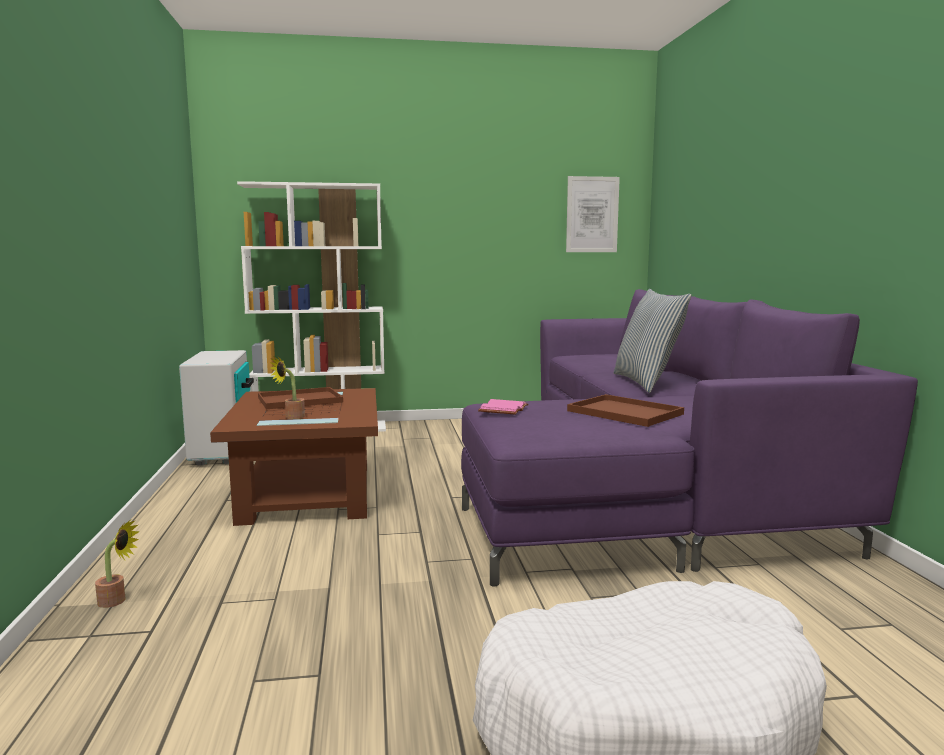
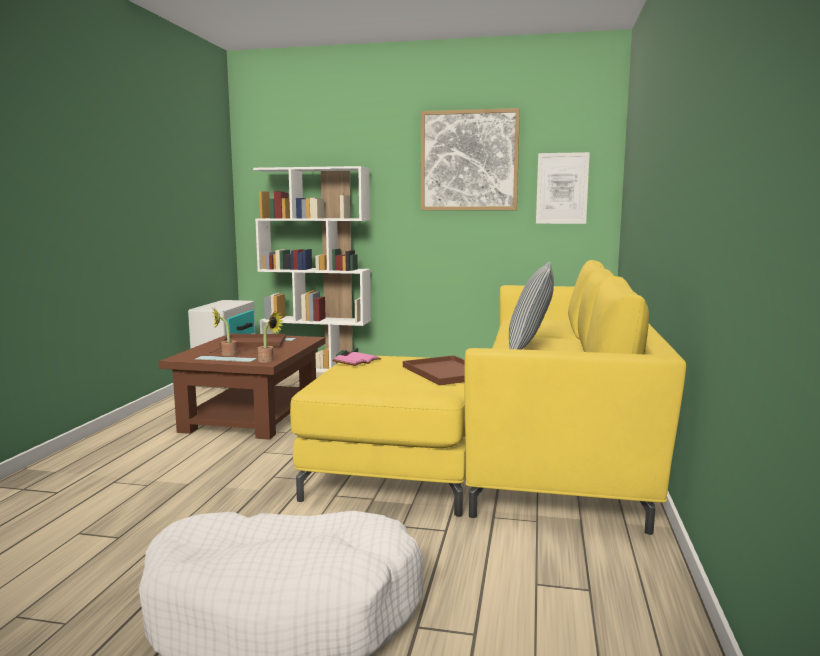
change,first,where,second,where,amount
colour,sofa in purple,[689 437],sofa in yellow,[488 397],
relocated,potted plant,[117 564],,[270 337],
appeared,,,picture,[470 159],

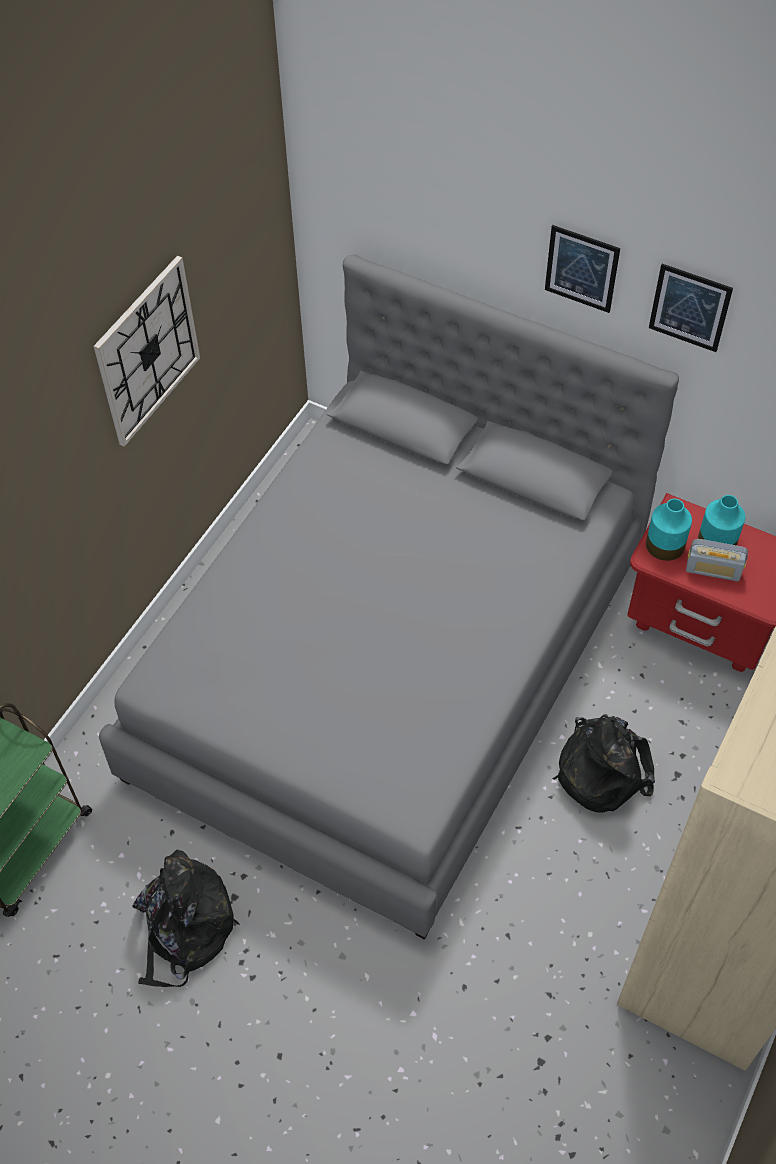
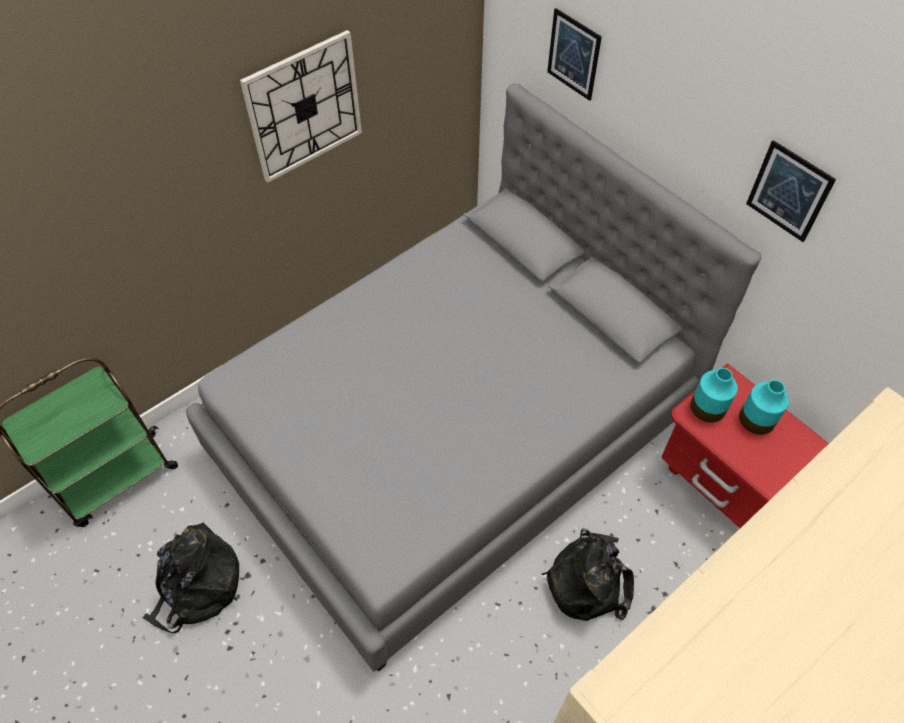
change,first,where,second,where,amount
relocated,picture,[582 269],,[574 54],
missing,radio,[717 560],,,

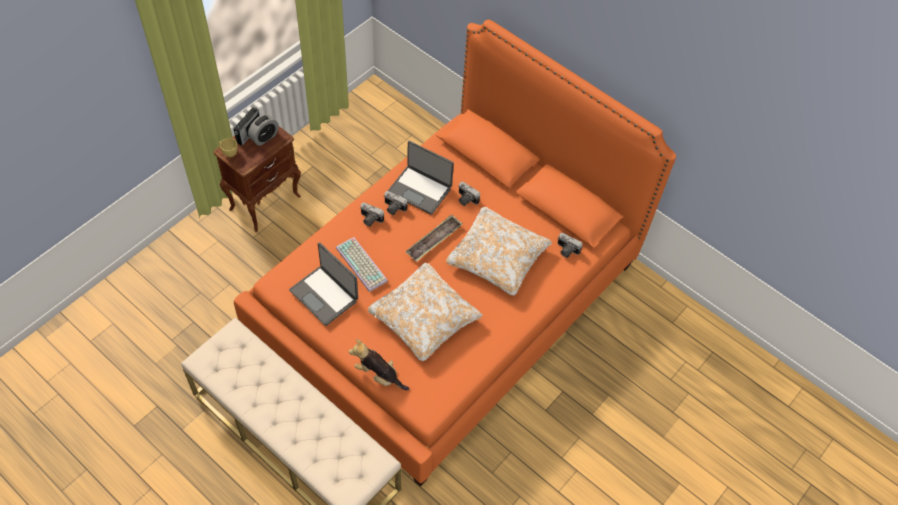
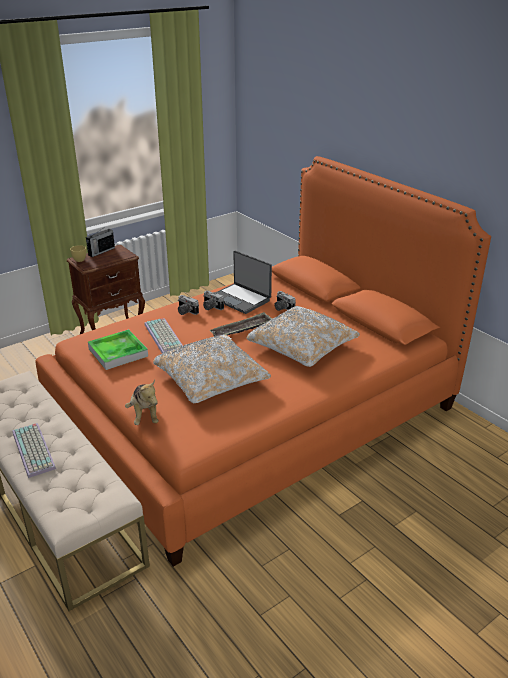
change,first,where,second,where,amount
missing,alarm clock,[263 130],,,
missing,photo camera,[570 245],,,
exchanged,laptop,[323 284],tray,[118 349],
spun,plush toy,[379 364],,[142 402],150 degrees counterclockwise
appeared,,,keyboard,[34 450],

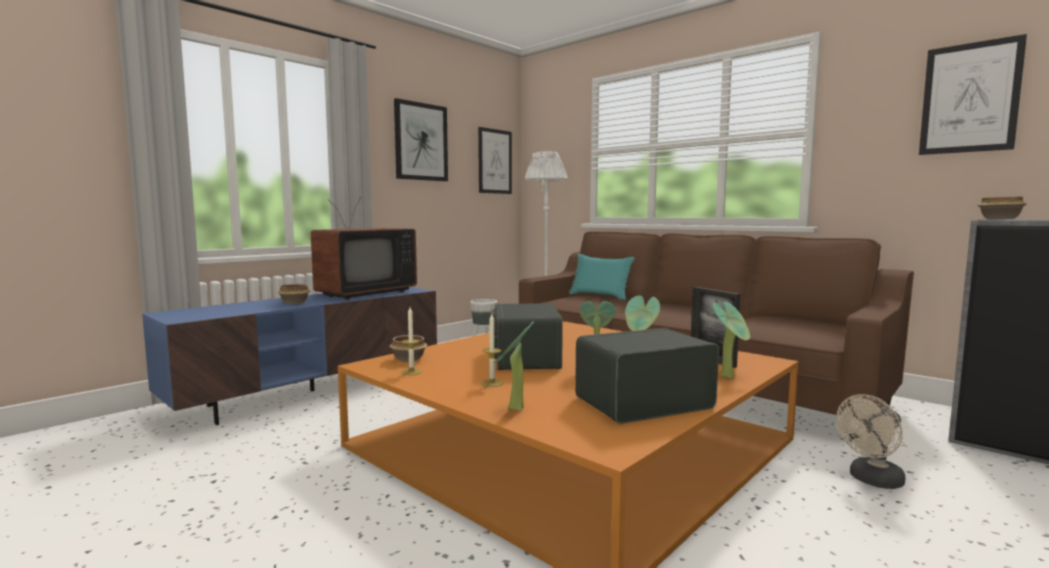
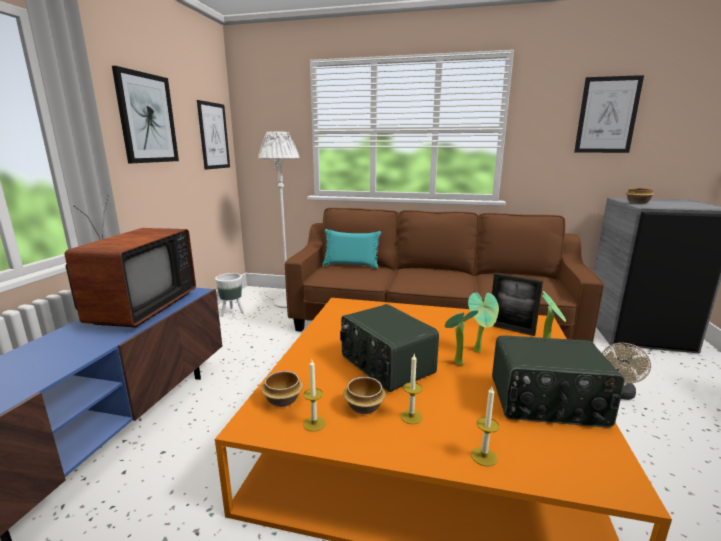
change,first,where,second,where,amount
relocated,bowl,[293 294],,[365 395],
exchanged,potted plant,[514 366],candle,[485 426],
spun,radio,[647 376],,[558 381],120 degrees counterclockwise

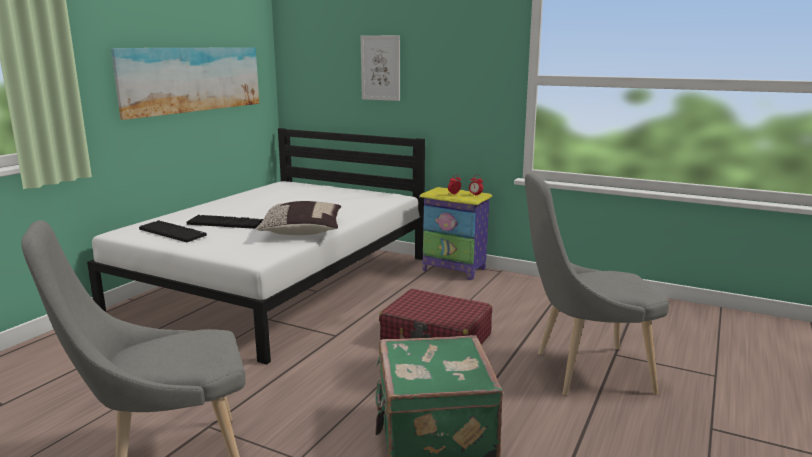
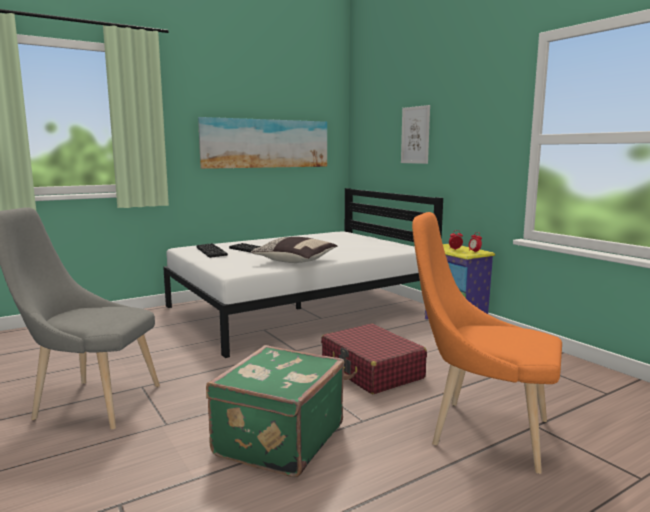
change,first,where,second,where,amount
colour,chair in grey,[597 284],chair in orange,[487 343],

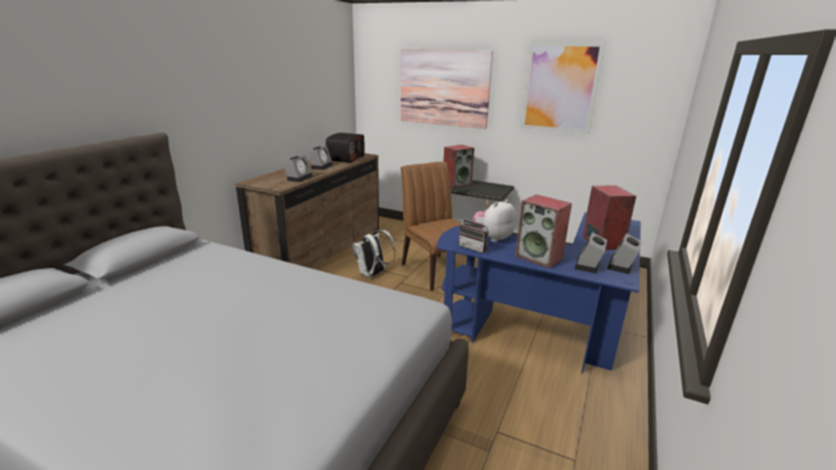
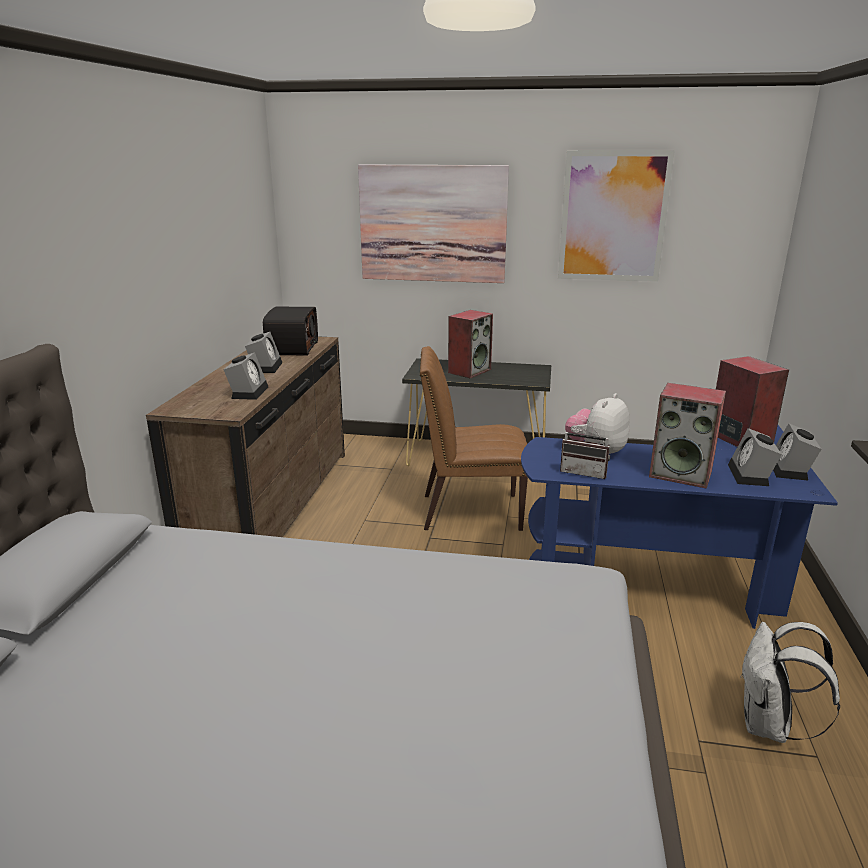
change,first,where,second,where,amount
spun,chair in brown,[438 226],,[474 438],45 degrees counterclockwise
relocated,backpack in white,[373 254],,[790 682],

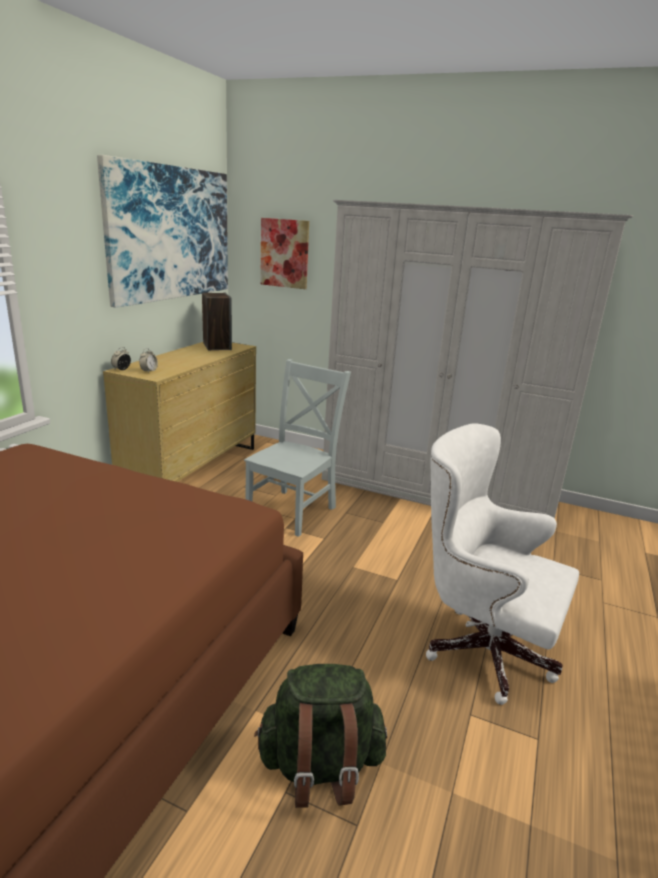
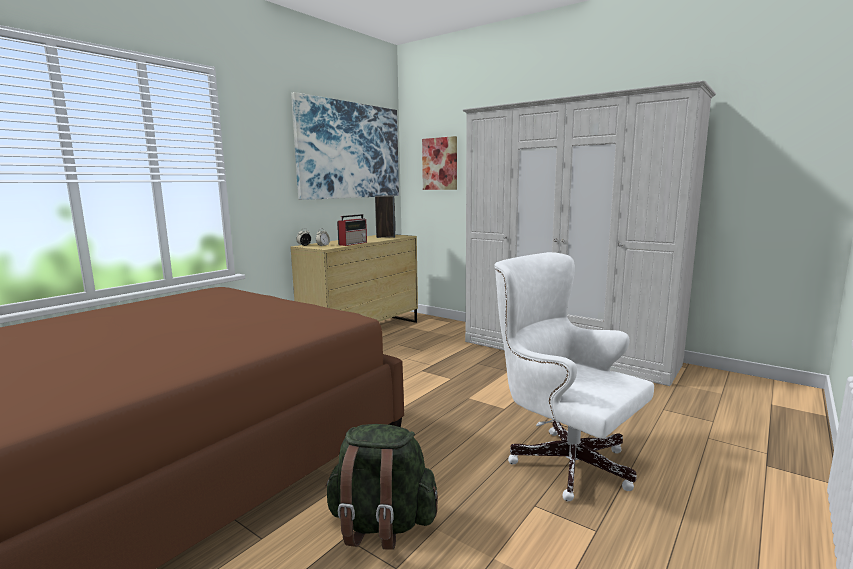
change,first,where,second,where,amount
missing,chair in grey,[297 448],,,
appeared,,,radio,[352 230],

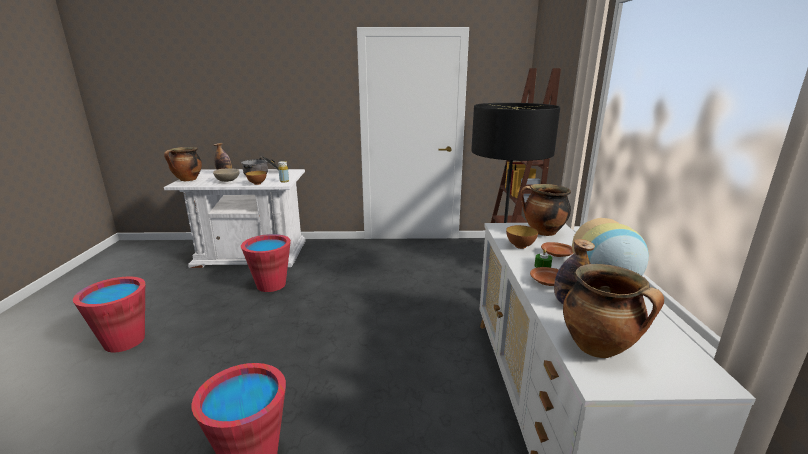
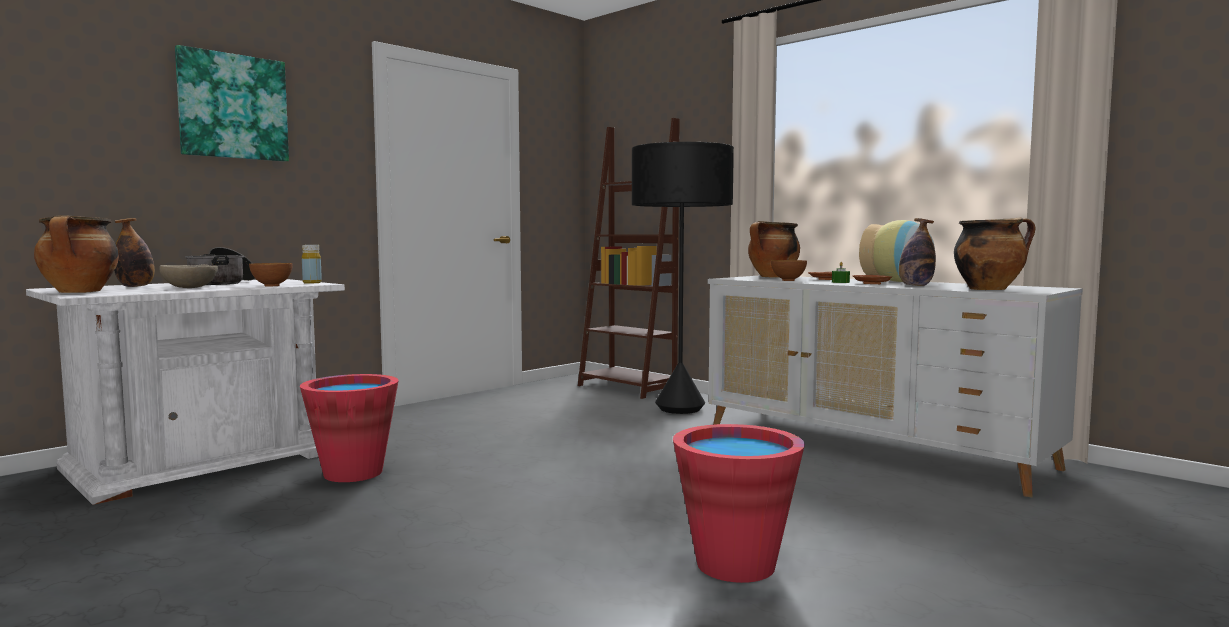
change,first,where,second,where,amount
missing,bucket in red,[109 314],,,
appeared,,,picture,[232 103],

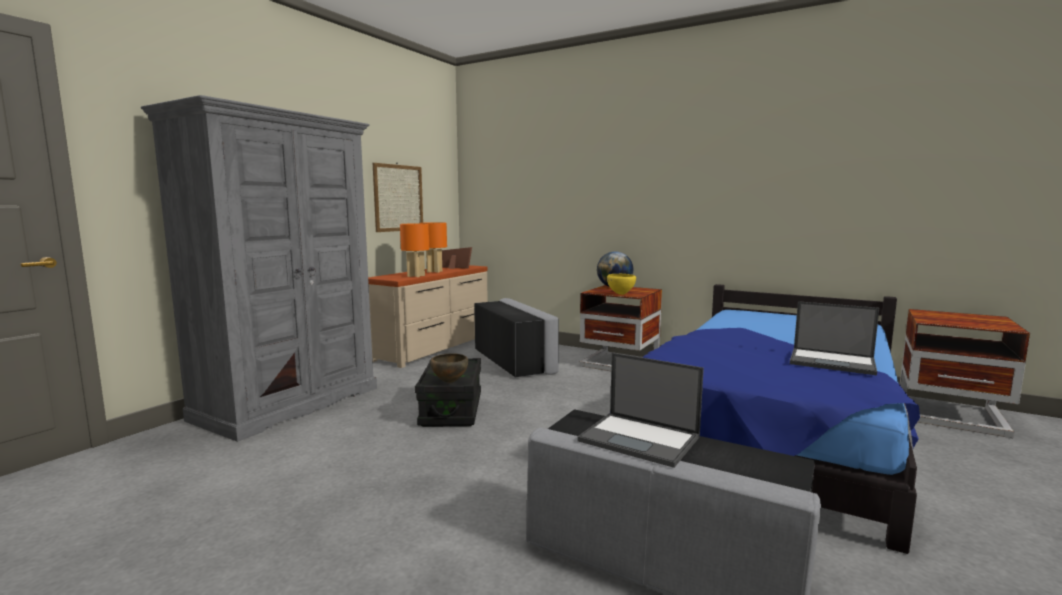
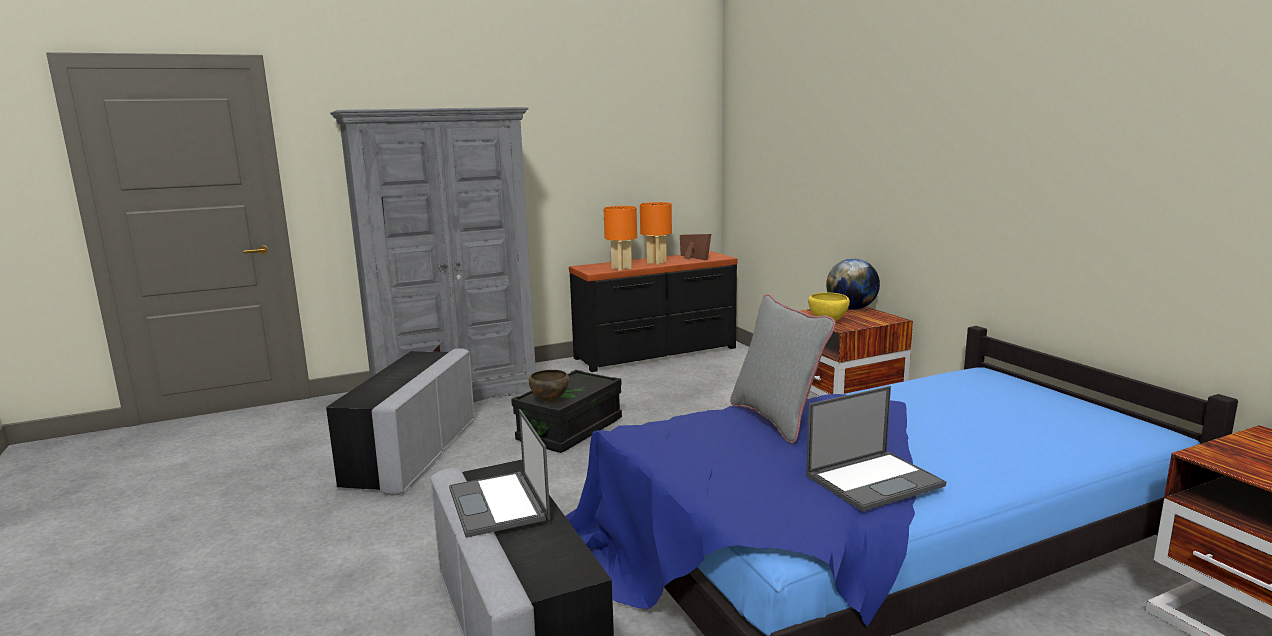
change,first,where,second,where,amount
missing,picture,[398 197],,,
colour,dresser in beige,[428 316],dresser in black,[653 311],
relocated,ottoman in grey,[516 337],,[400 421],
spun,laptop,[834 338],,[876 449],90 degrees counterclockwise
appeared,,,pillow in grey,[783 369],

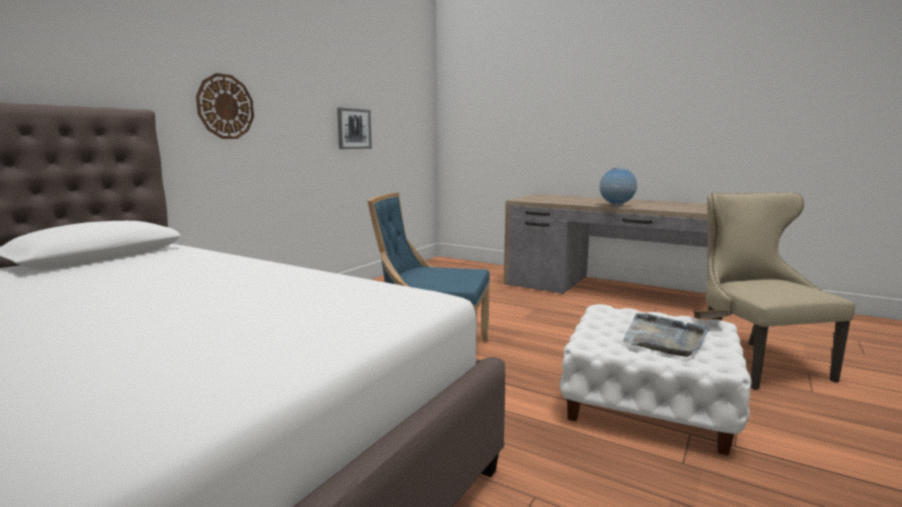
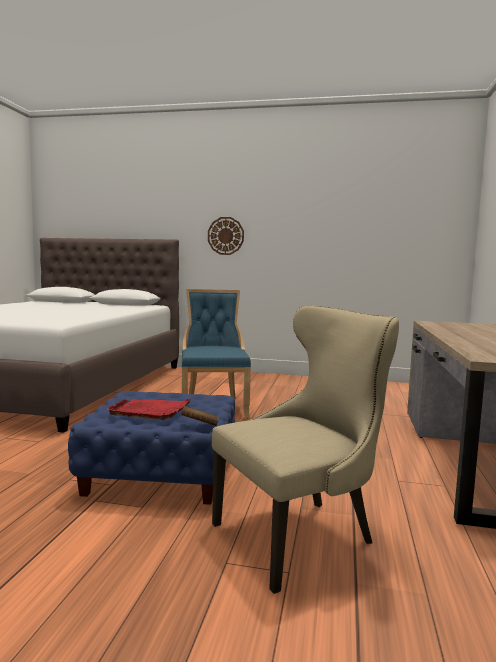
change,first,where,second,where,amount
missing,picture,[354 128],,,
missing,globe,[618 186],,,
colour,ottoman in white,[656 380],ottoman in blue,[151 448],
colour,tray in grey,[666 335],tray in red,[148 409],

